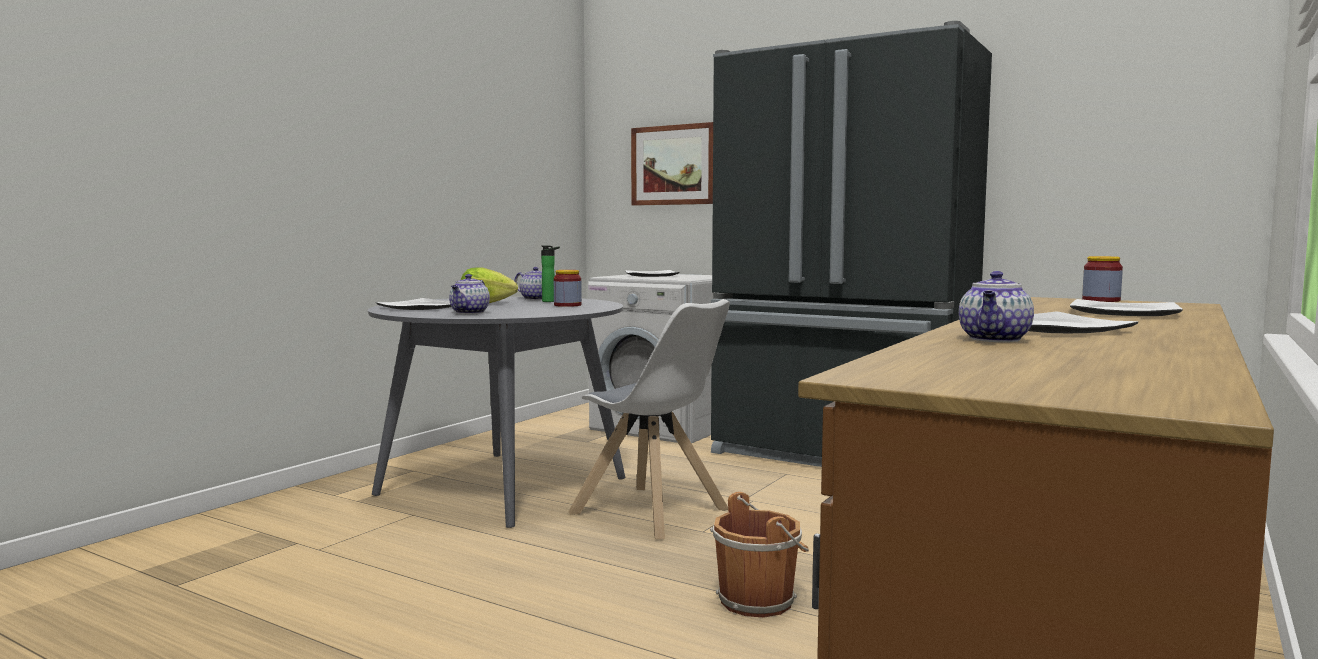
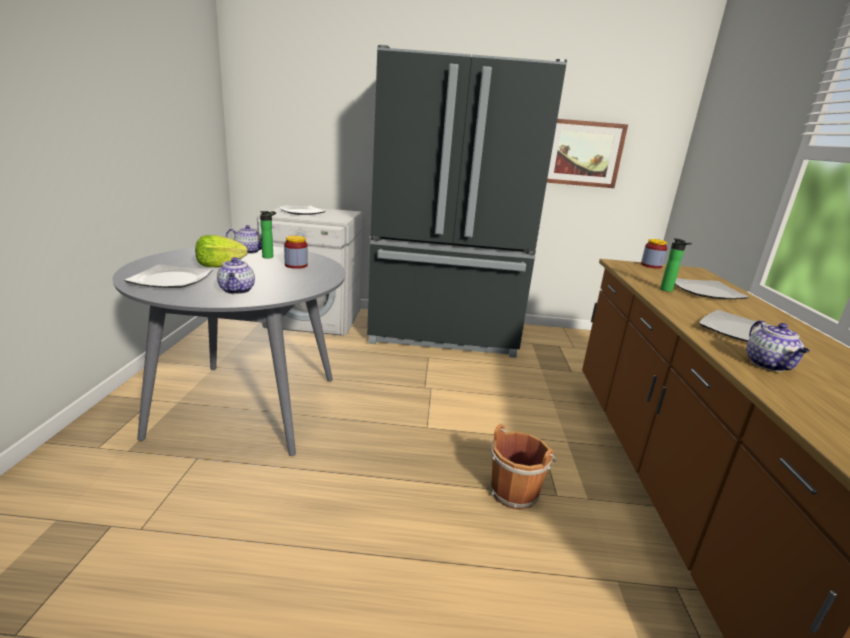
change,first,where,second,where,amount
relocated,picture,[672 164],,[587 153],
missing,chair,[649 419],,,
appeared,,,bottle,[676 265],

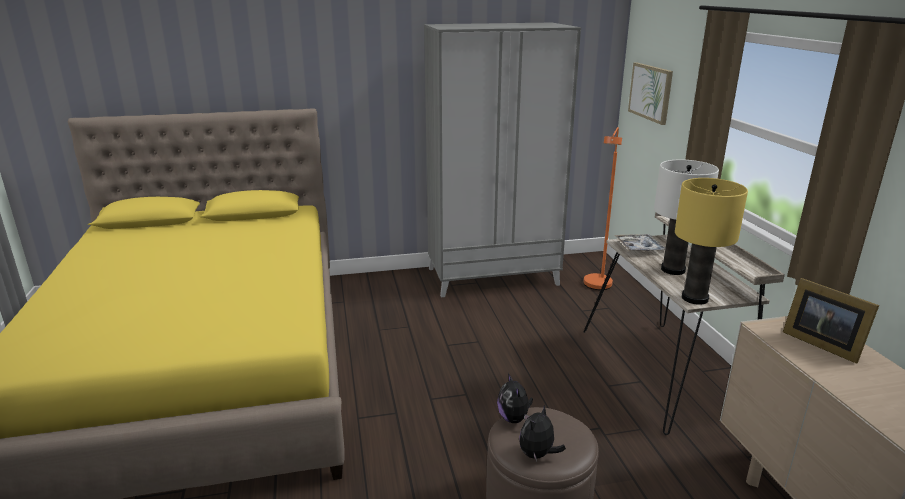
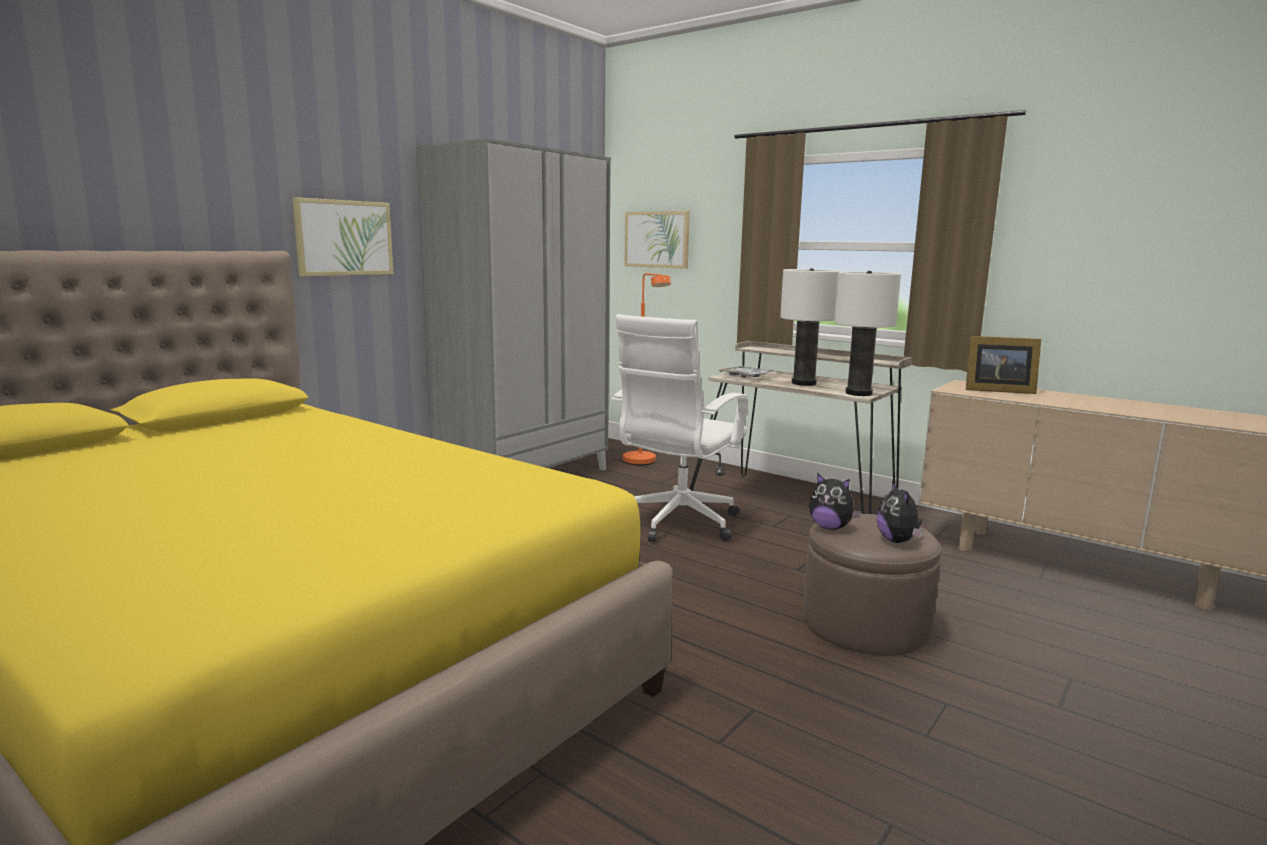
change,first,where,second,where,amount
colour,table lamp in yellow,[711 241],table lamp in white,[867 333],
appeared,,,picture,[342 236],
appeared,,,office chair in white,[679 428],

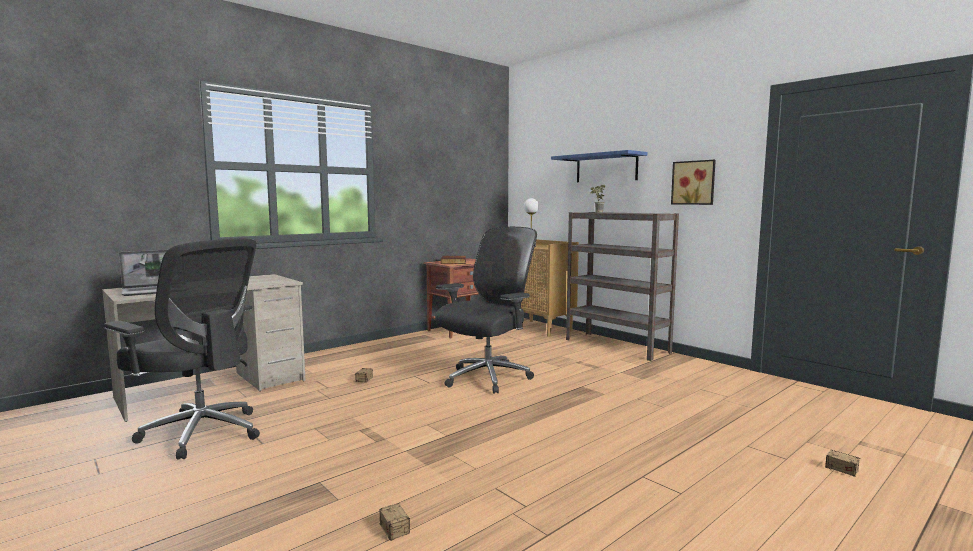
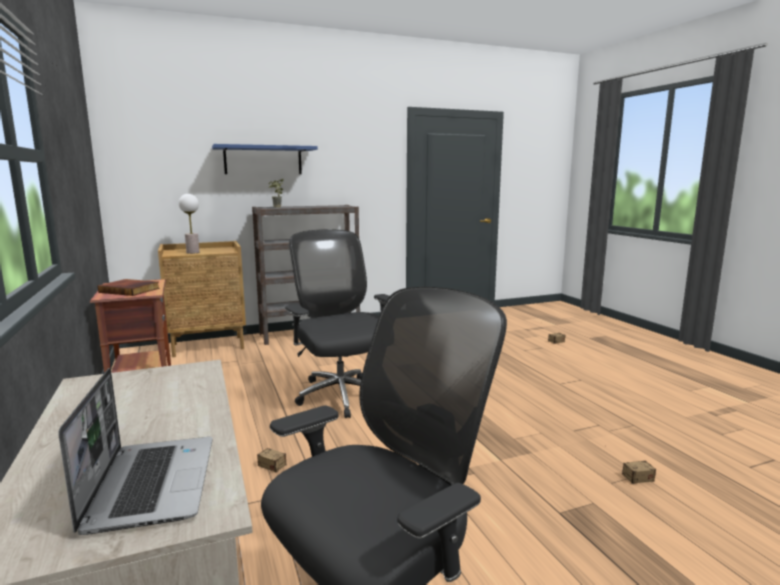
change,first,where,second,where,amount
missing,picture,[693 182],,,

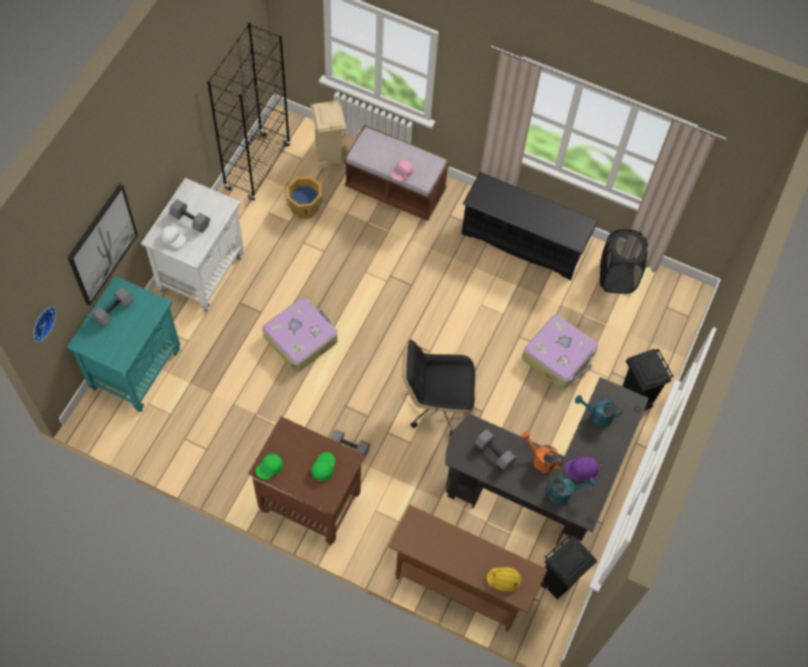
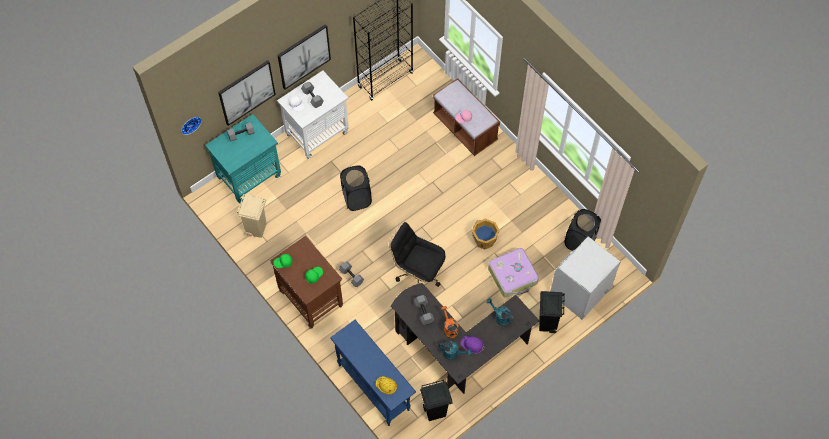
change,first,where,second,where,amount
relocated,trash can in beige,[328 134],,[252 216],
missing,shoe rack in black,[529 226],,,
relocated,bucket in orange,[303 198],,[486 234],
exchanged,suitcase,[299 335],laundry basket in black,[356 188],
colour,console table in brown,[468 568],console table in blue,[373 373],
appeared,,,picture,[304 57],
appeared,,,washing machine in white,[585 277],

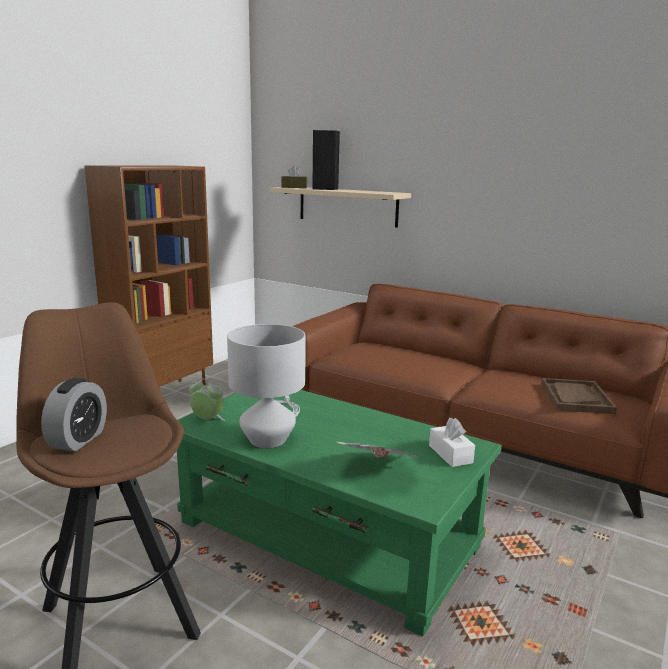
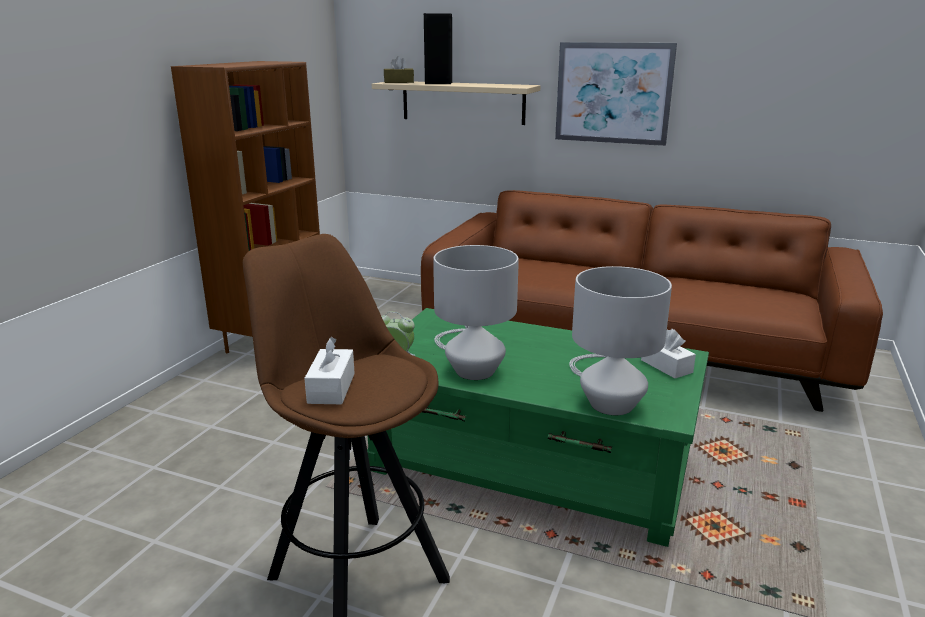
change,first,where,second,where,amount
exchanged,alarm clock,[74 415],tissue box in white,[329 370],
missing,tray in brown,[579 396],,,
exchanged,newspaper,[378 450],table lamp in grey,[620 340],
appeared,,,picture,[616 94],

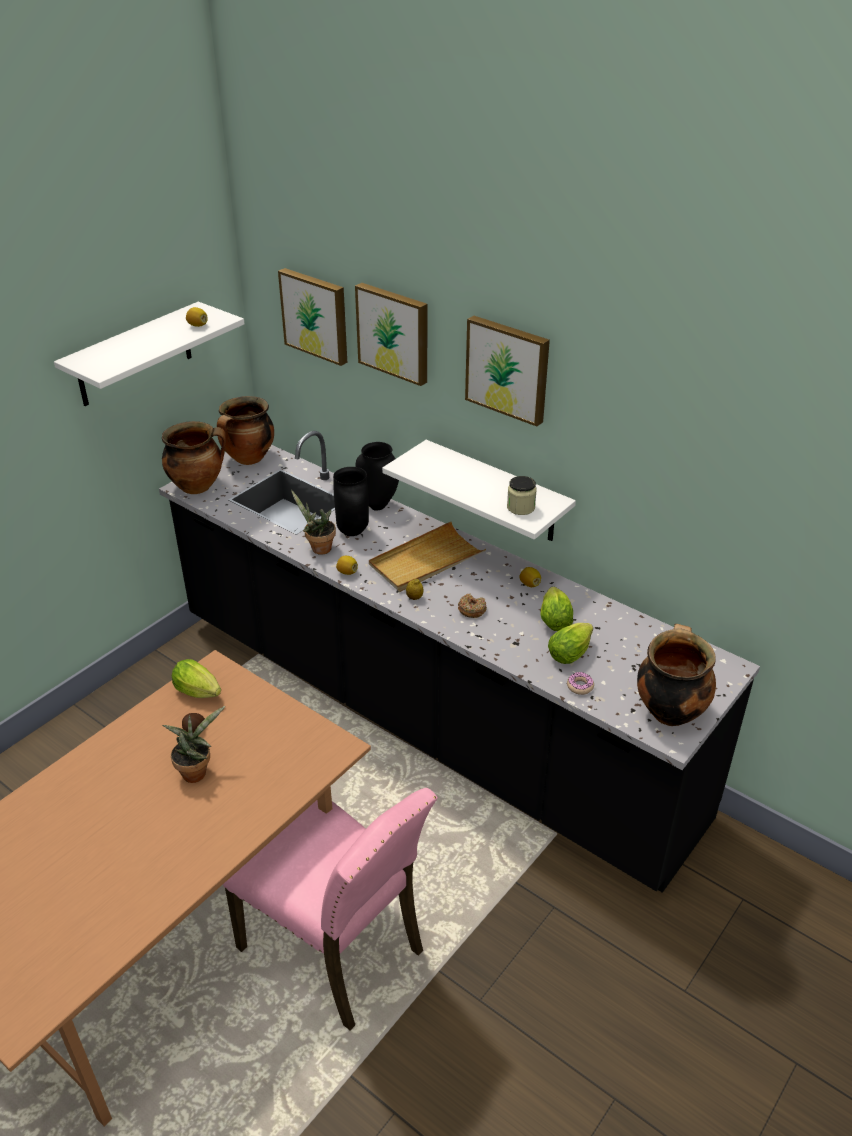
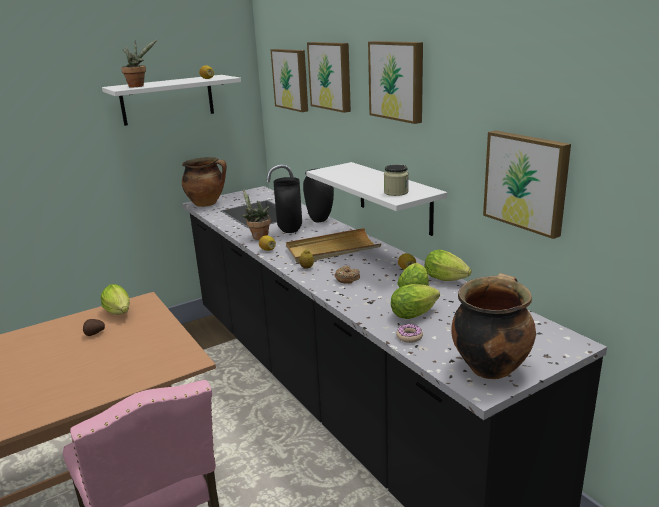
change,first,where,second,where,amount
missing,cooking pot,[245 430],,,
relocated,potted plant,[193 744],,[139 63],
appeared,,,picture,[527 184],
appeared,,,lettuce,[448 265],

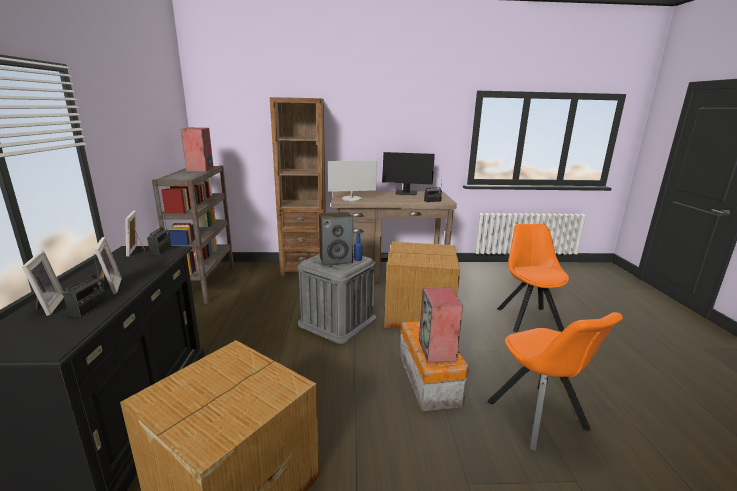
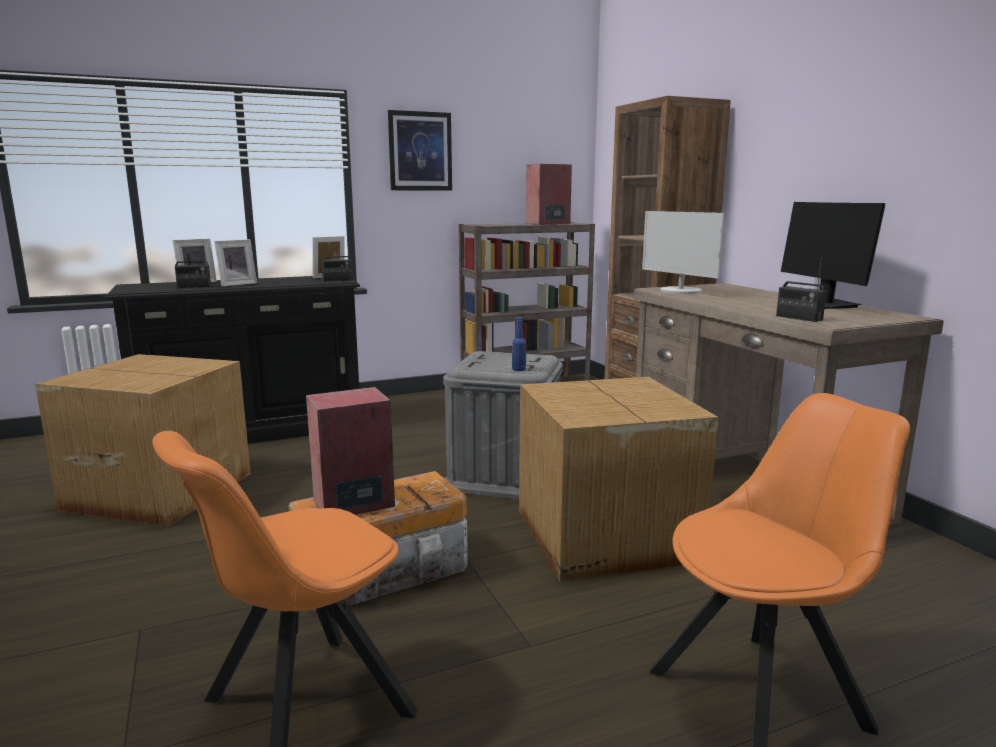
change,first,where,second,where,amount
missing,speaker,[336 238],,,
appeared,,,picture,[420 150],

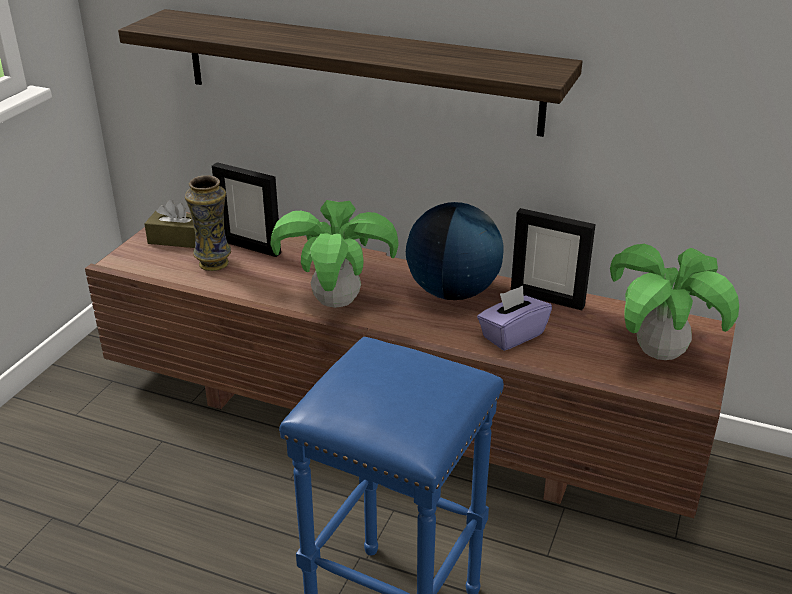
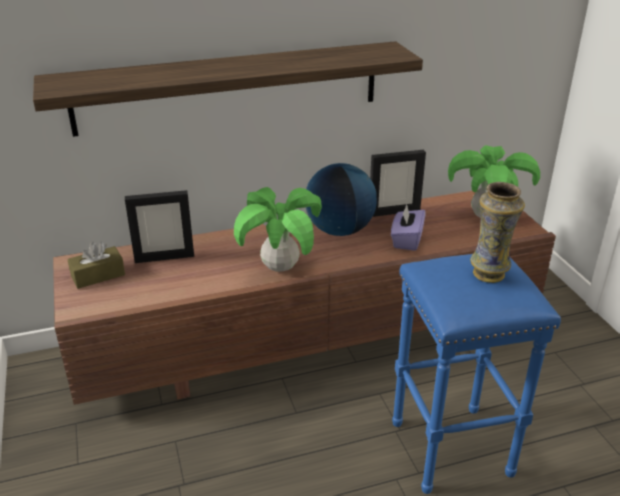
change,first,where,second,where,amount
relocated,vase,[208 223],,[497 232],

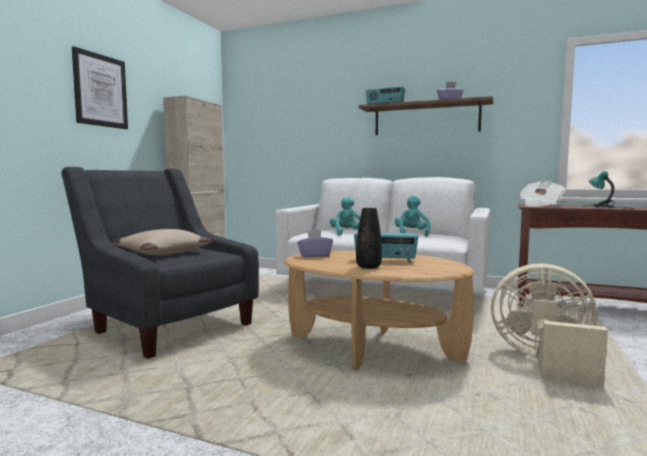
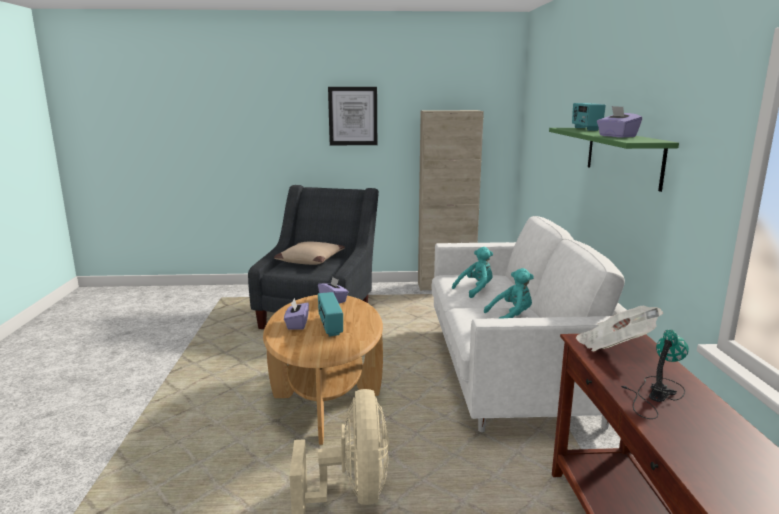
change,first,where,second,where,amount
colour,shelf in brown,[426 115],shelf in green,[614 160],
exchanged,vase in black,[369 238],tissue box in purple,[296 313],

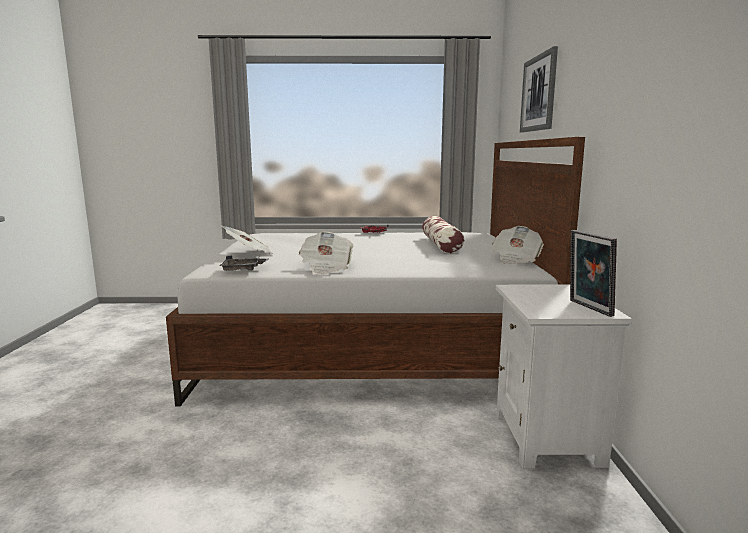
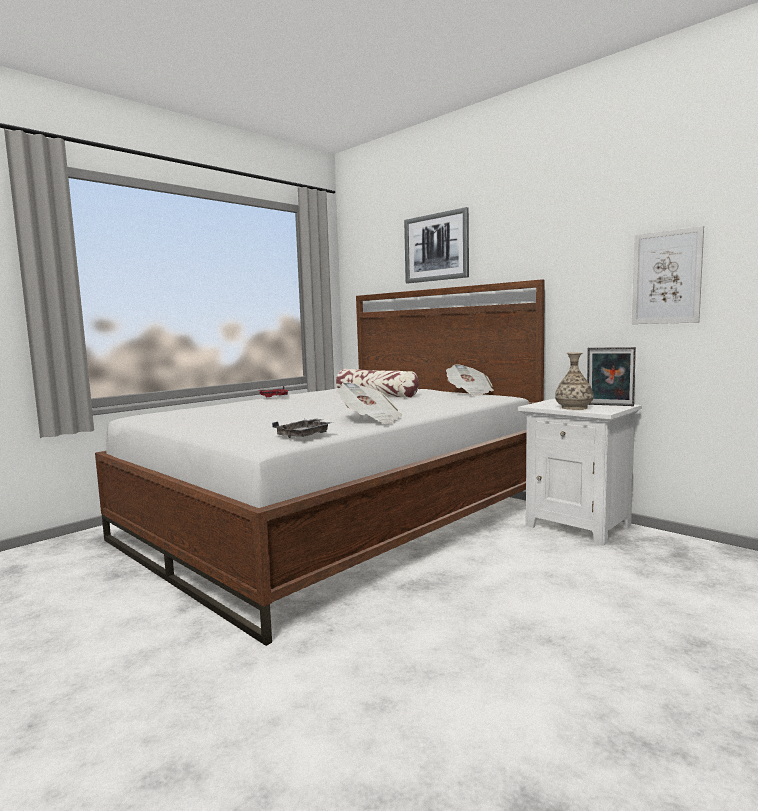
change,first,where,second,where,amount
missing,newspaper,[247 240],,,
appeared,,,picture,[668 275],
appeared,,,vase,[574 381],

